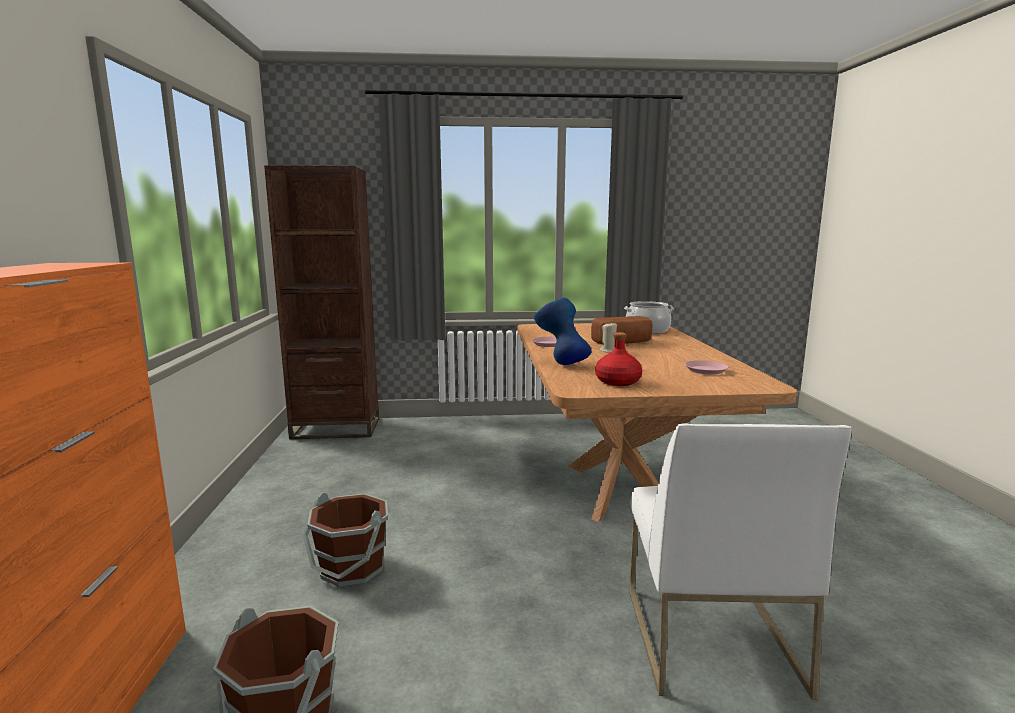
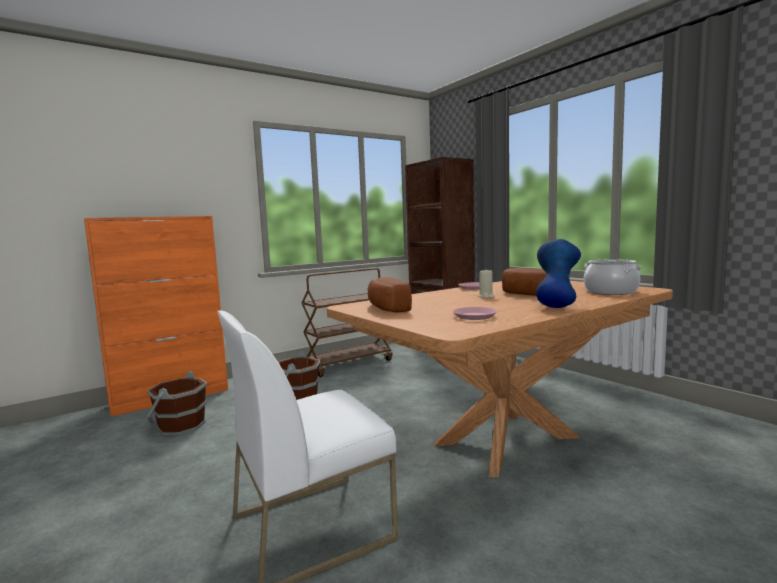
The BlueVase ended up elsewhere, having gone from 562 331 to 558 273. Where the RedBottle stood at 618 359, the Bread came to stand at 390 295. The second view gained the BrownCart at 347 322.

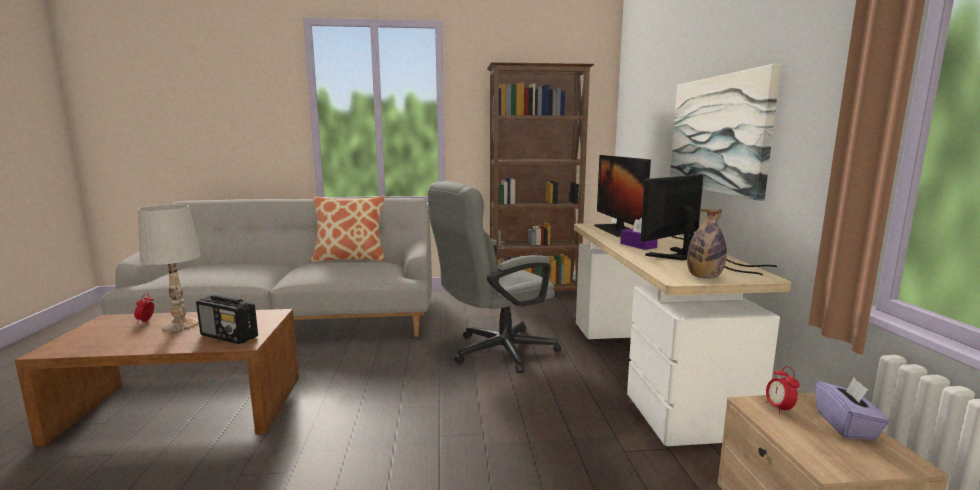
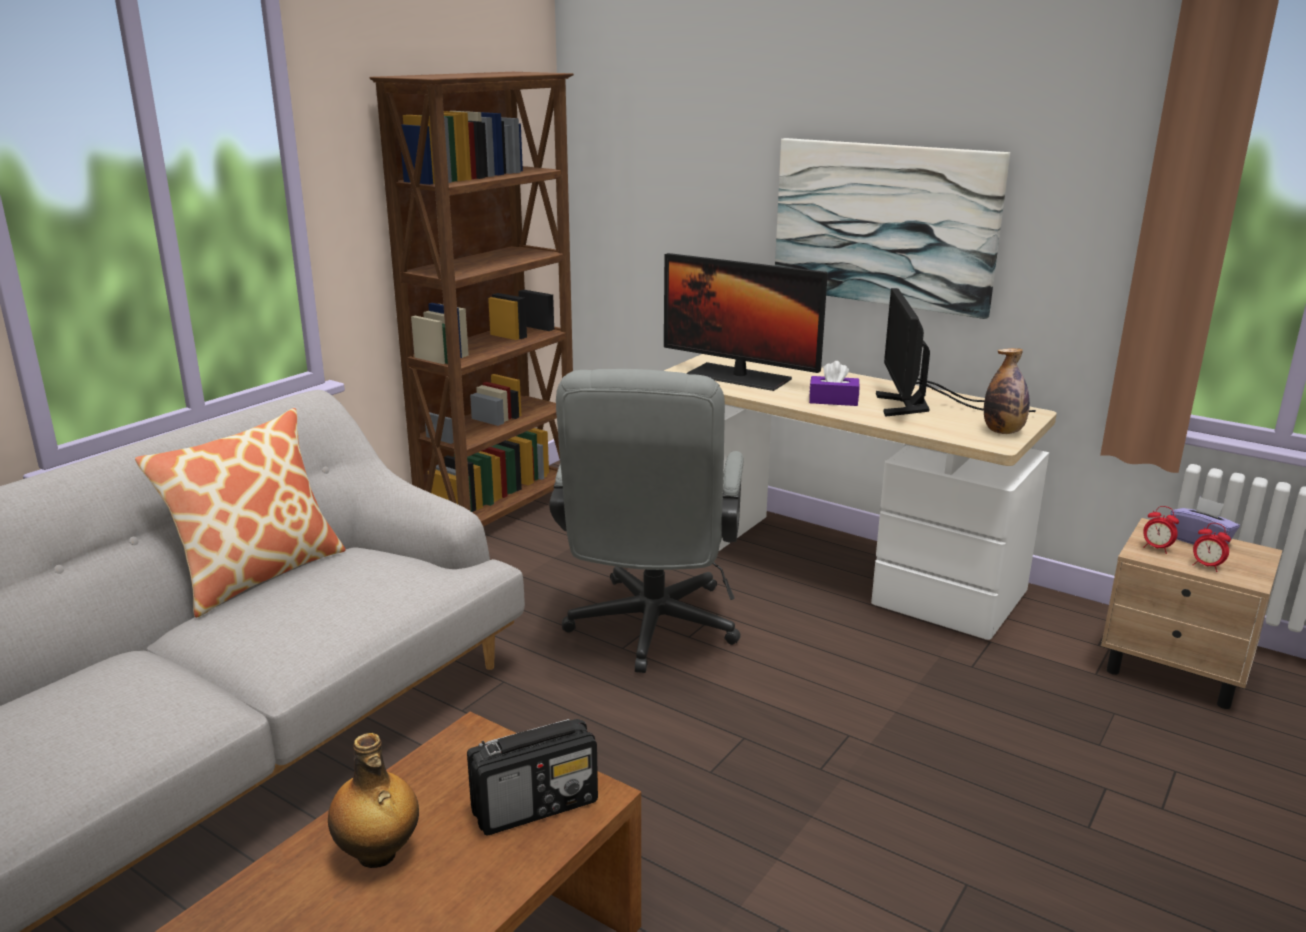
The AlarmClock ended up elsewhere, having gone from 144 309 to 1212 547. Where the WhiteTableLamp stood at 169 268, the Bottle came to stand at 373 800.

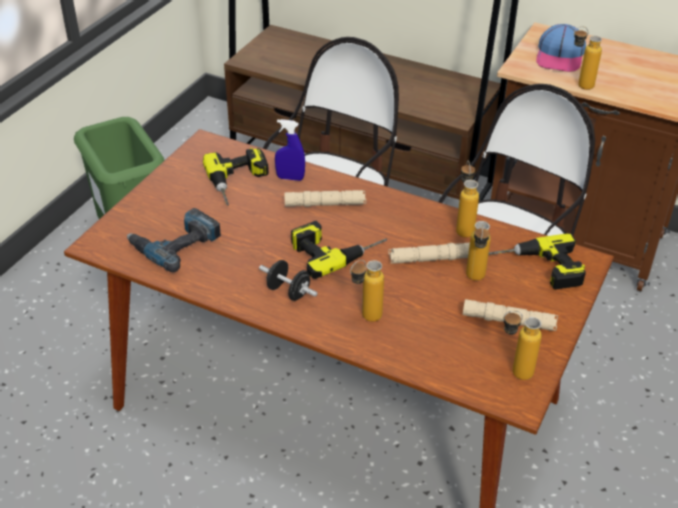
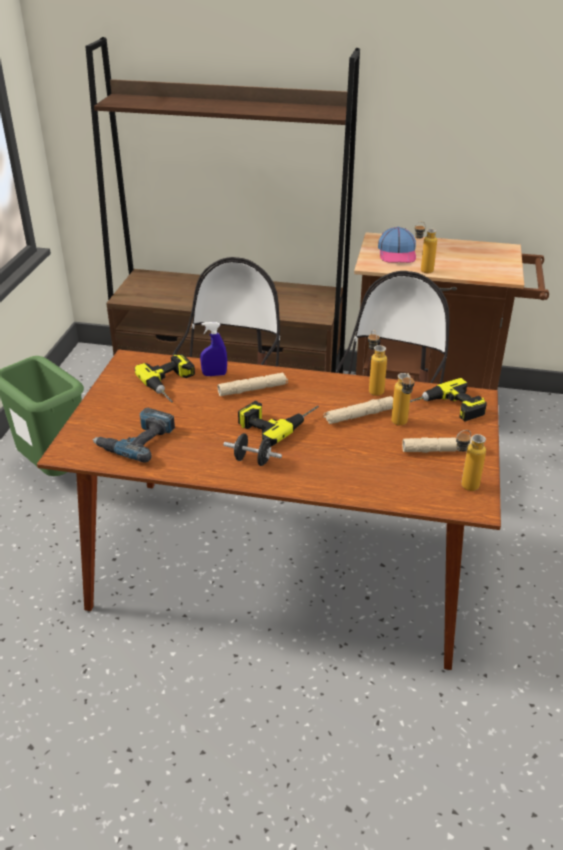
The second view lost the Bottle at 367 291.

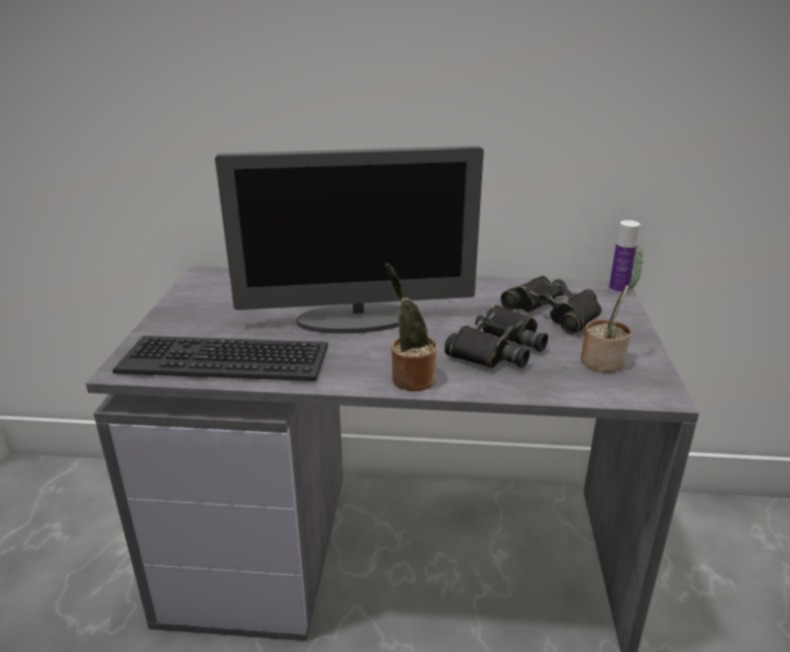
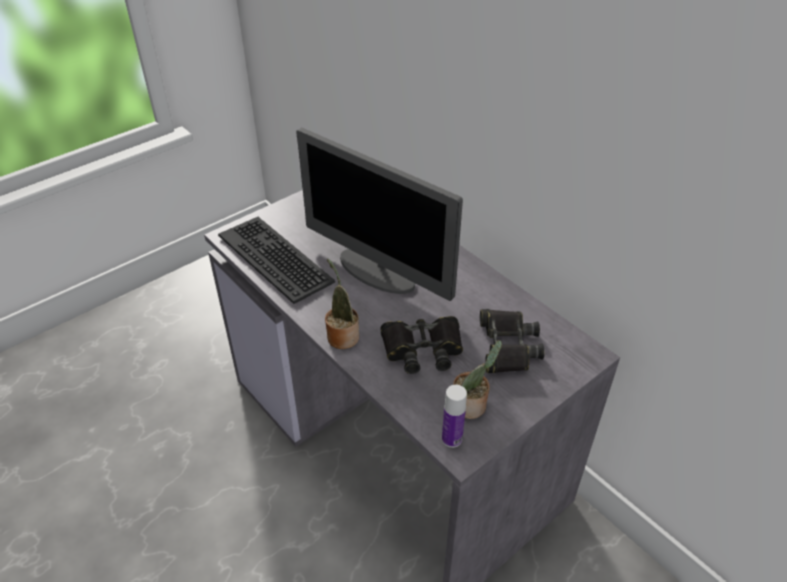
The Bottle ended up elsewhere, having gone from 624 257 to 454 416.

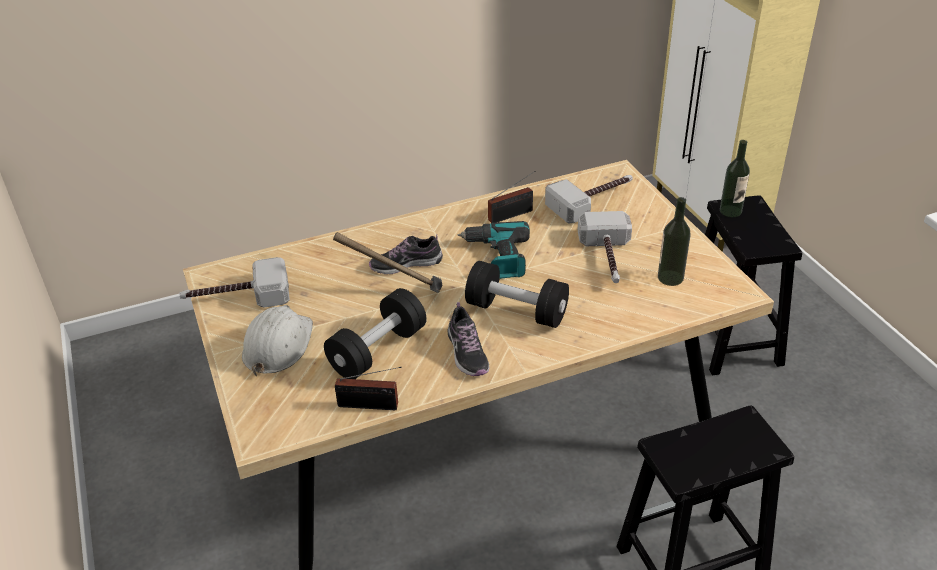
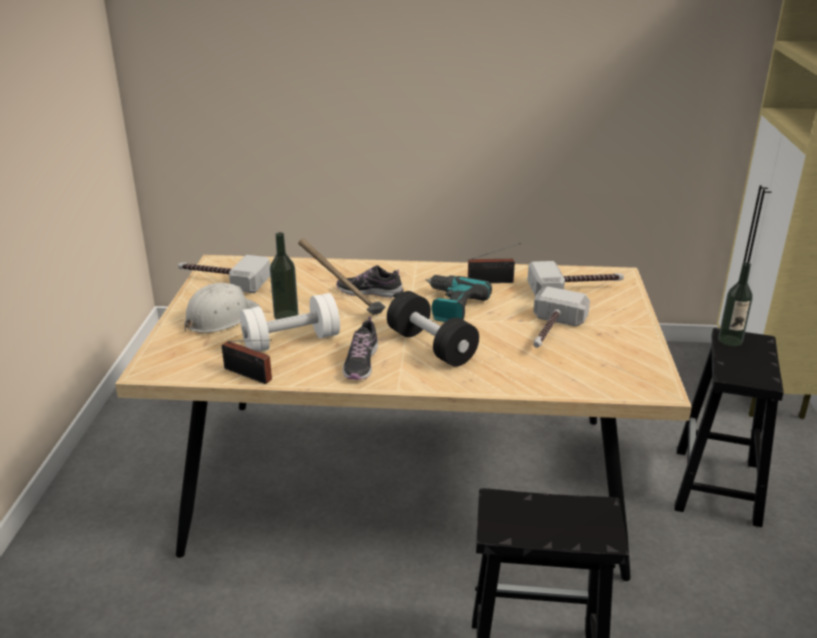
What was the BlackDumbbell at 375 333 turned into the WhiteDumbbell at 290 322. The Bottle ended up elsewhere, having gone from 674 241 to 284 276.

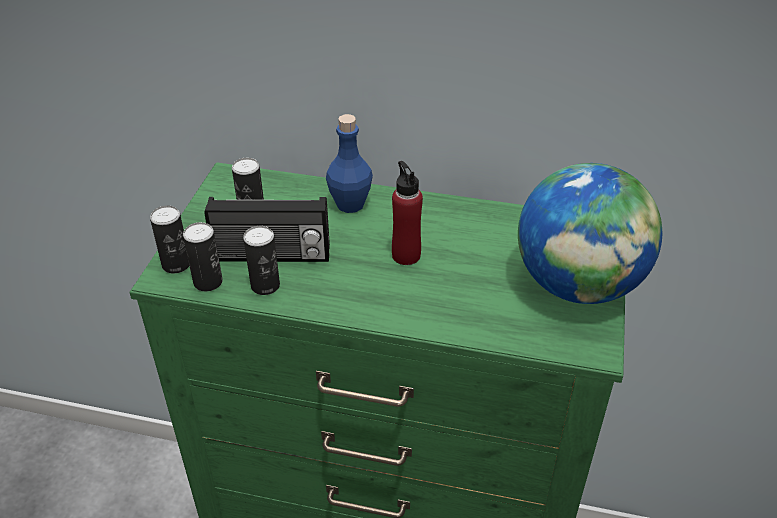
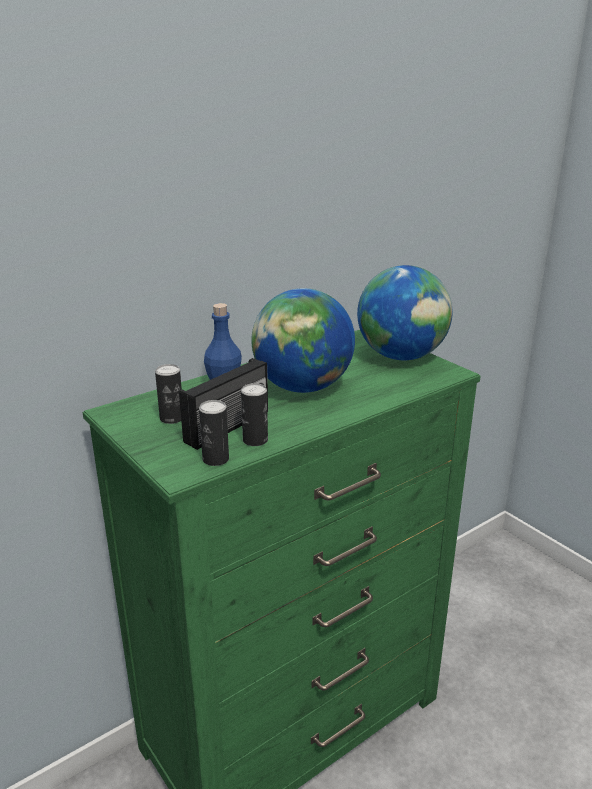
The second view lost the Can at 169 239. Where the RedBottle stood at 407 213, the Globe came to stand at 303 340.

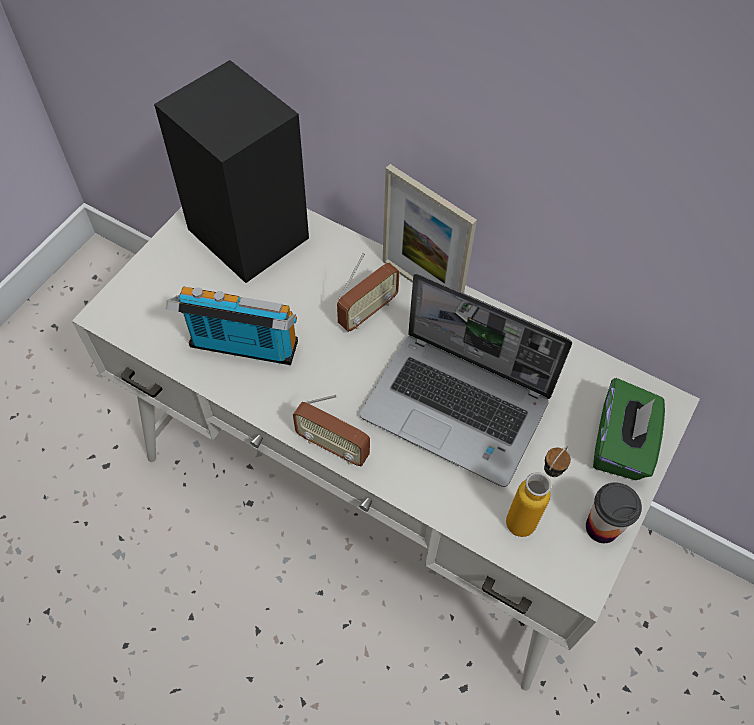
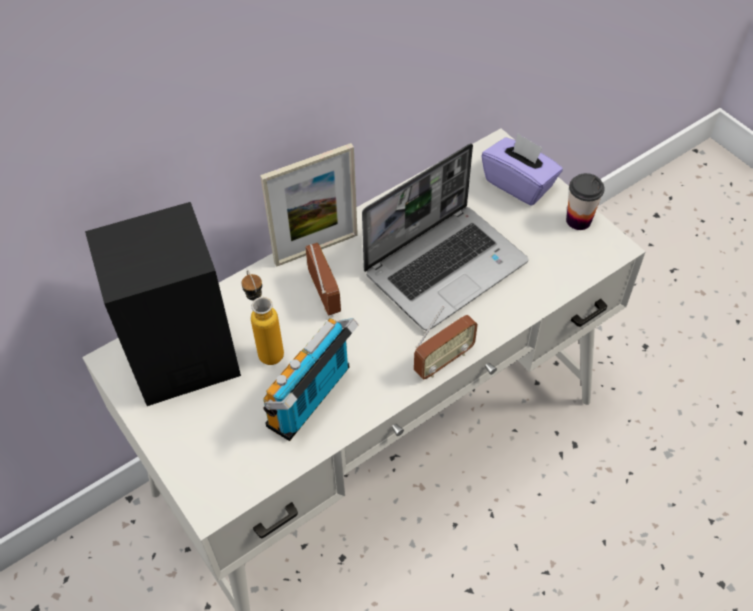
The Bottle ended up elsewhere, having gone from 538 491 to 262 317. What was the GreenTissueBox at 629 429 turned into the PurpleTissueBox at 522 169.

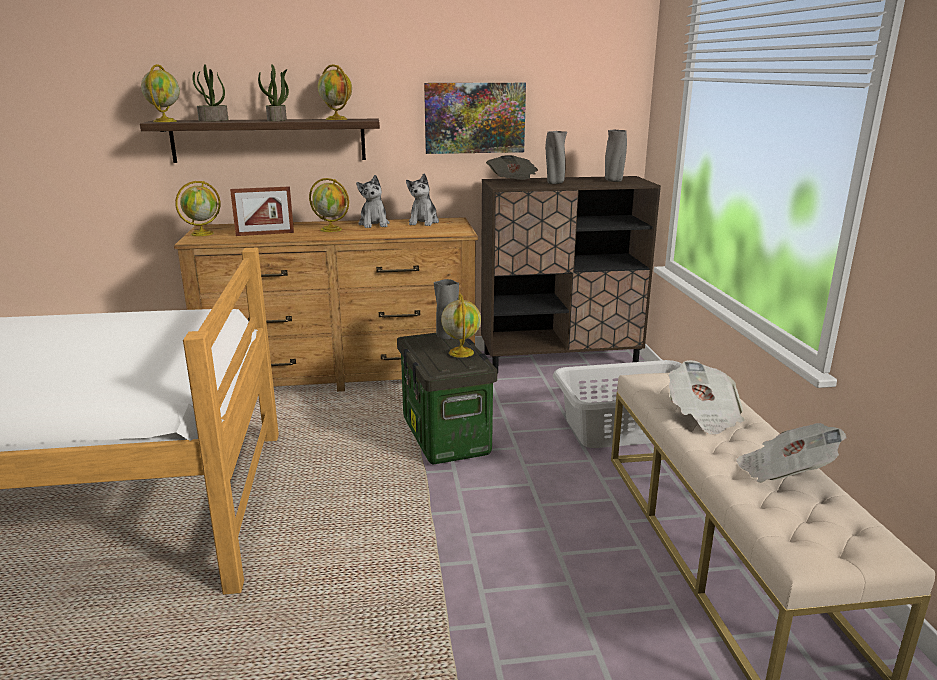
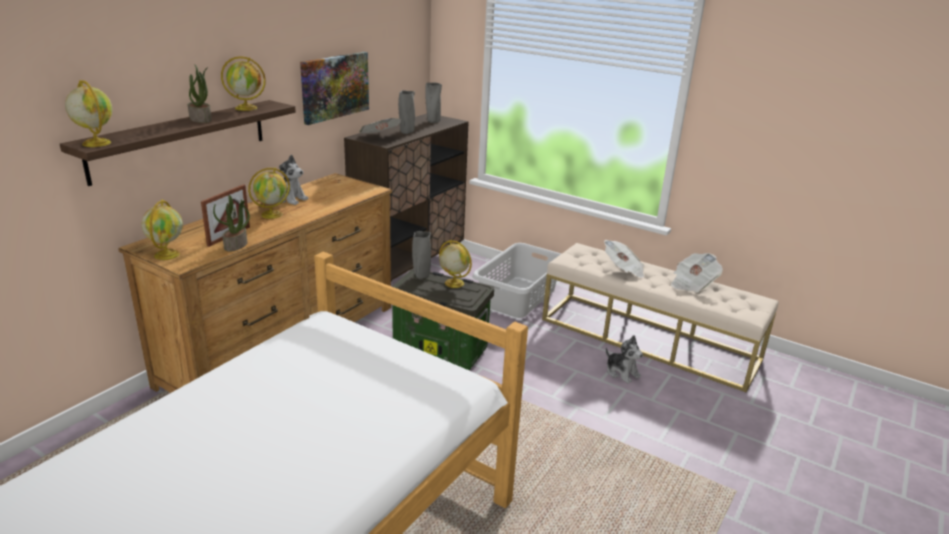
The PottedPlant ended up elsewhere, having gone from 210 92 to 231 223. The PlushToy ended up elsewhere, having gone from 422 200 to 624 359.

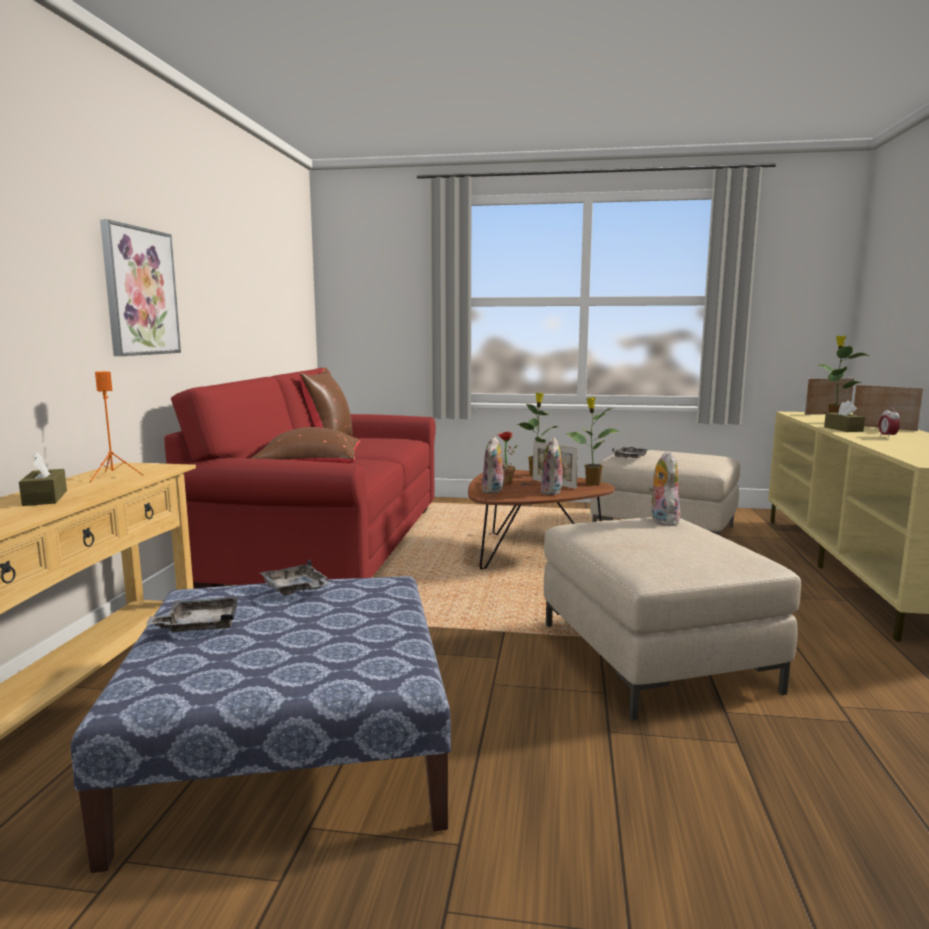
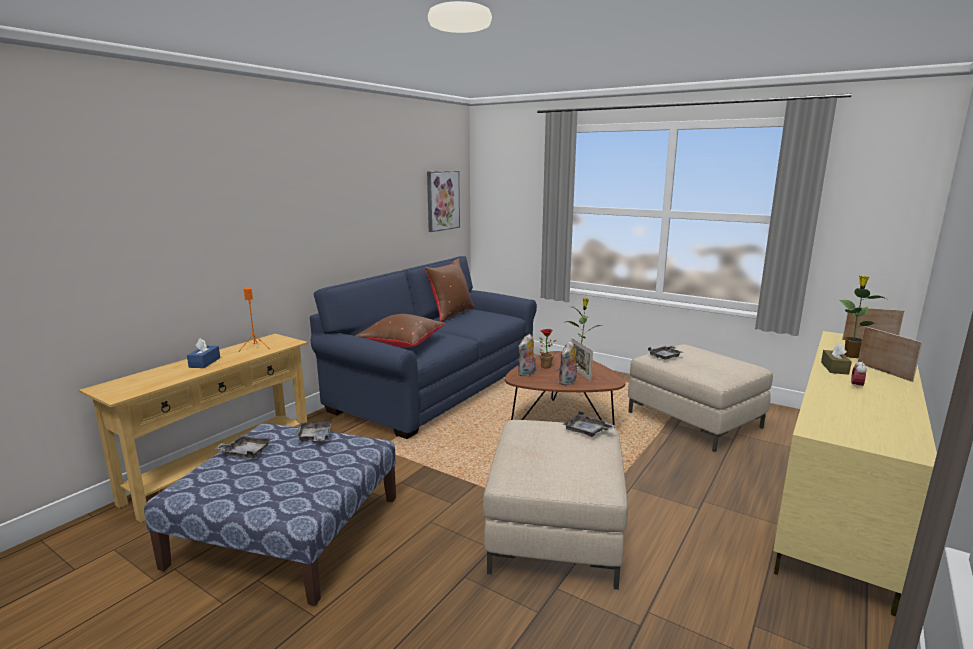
What was the BrownTissueBox at 43 479 turned into the BlueTissueBox at 203 353. The Picture ended up elsewhere, having gone from 140 287 to 443 201. What was the RedSofa at 300 478 turned into the BlueSofa at 423 347. The second view lost the PottedPlant at 593 441. Where the PlushToy stood at 664 488, the GreyTray came to stand at 589 424.

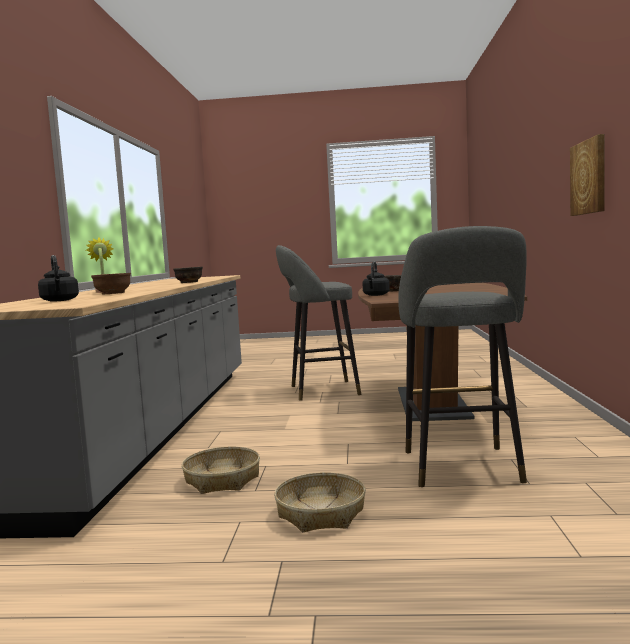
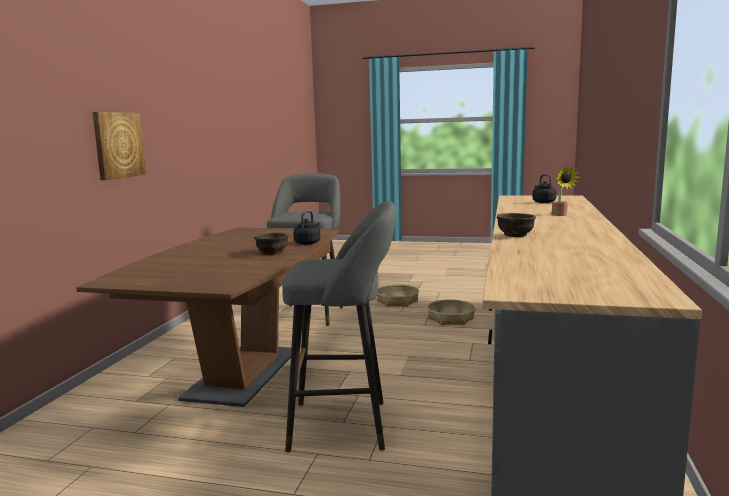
The second view lost the BrownBowl at 111 283.

